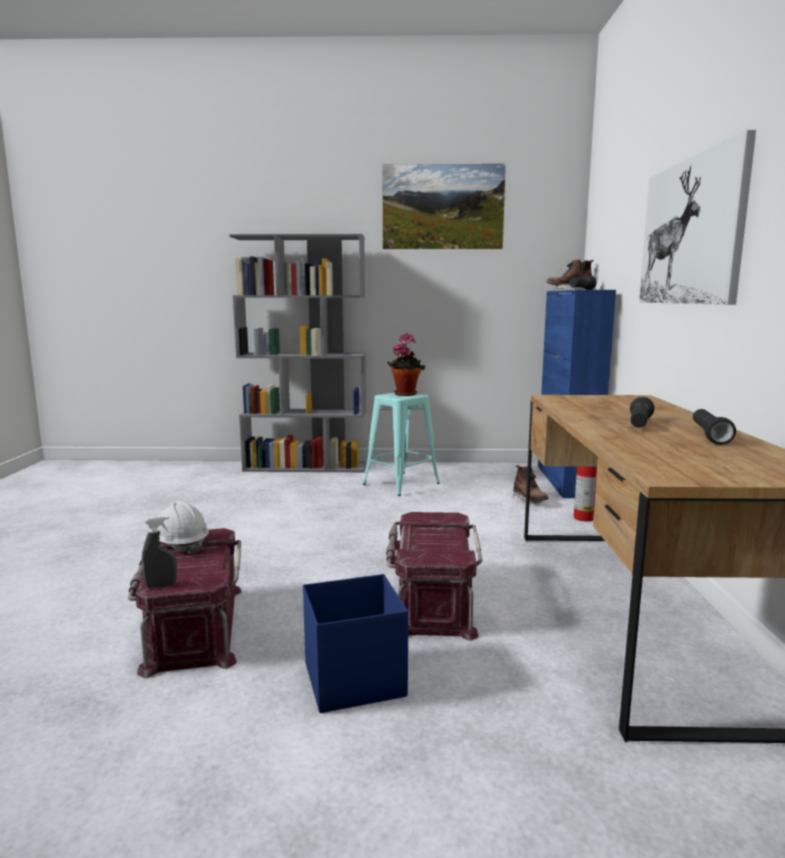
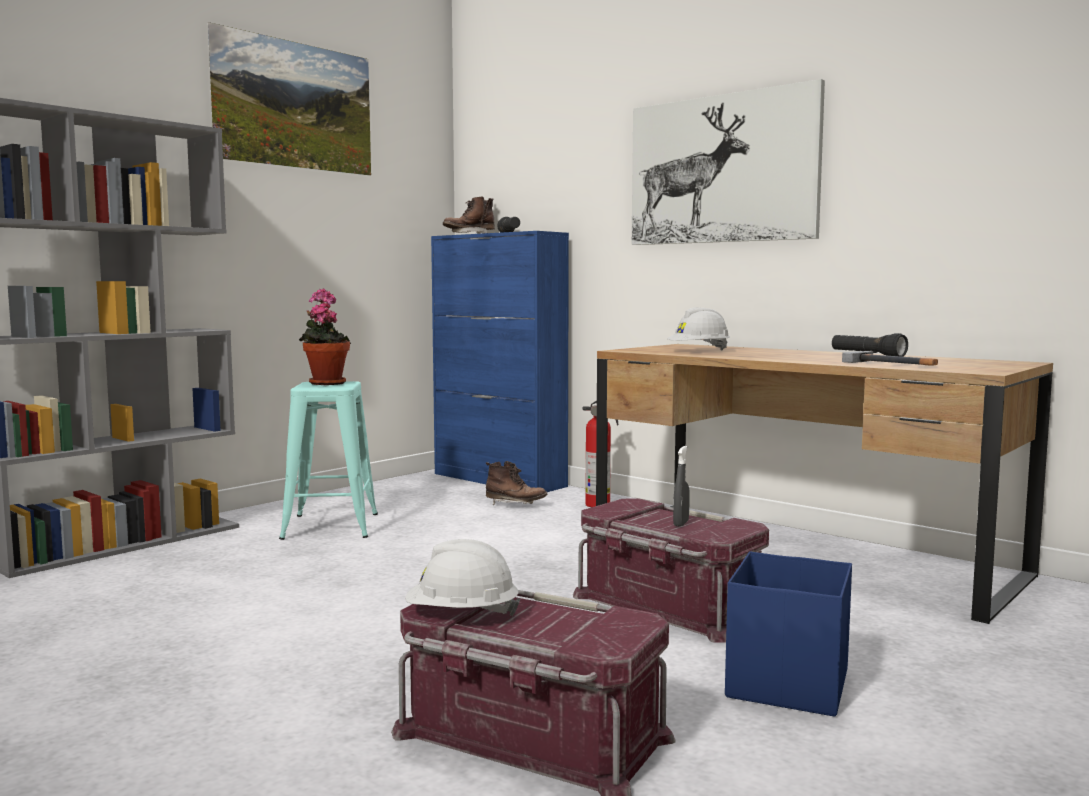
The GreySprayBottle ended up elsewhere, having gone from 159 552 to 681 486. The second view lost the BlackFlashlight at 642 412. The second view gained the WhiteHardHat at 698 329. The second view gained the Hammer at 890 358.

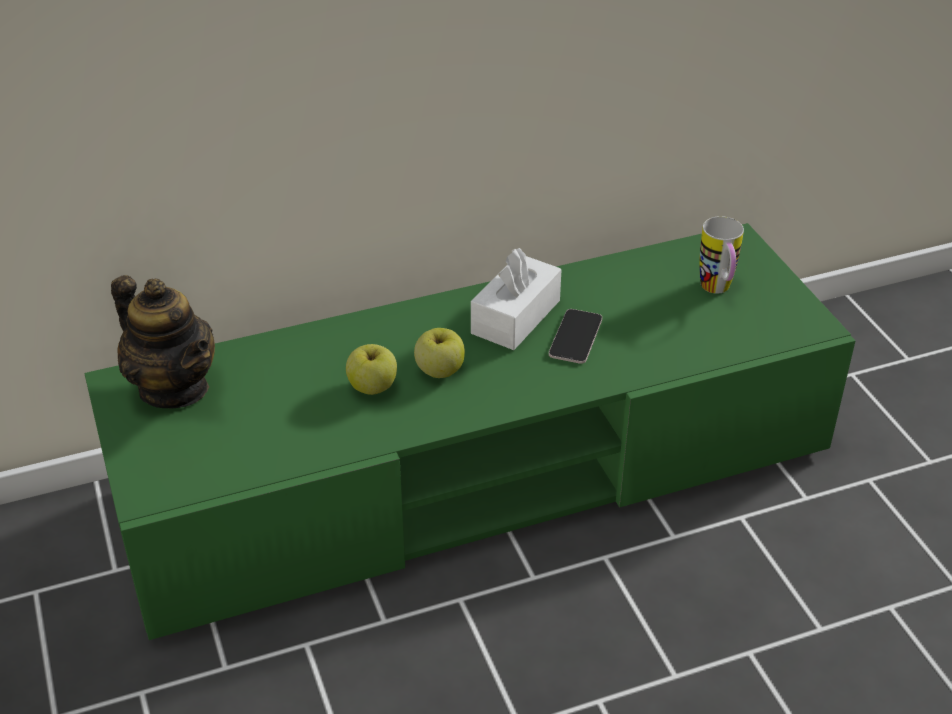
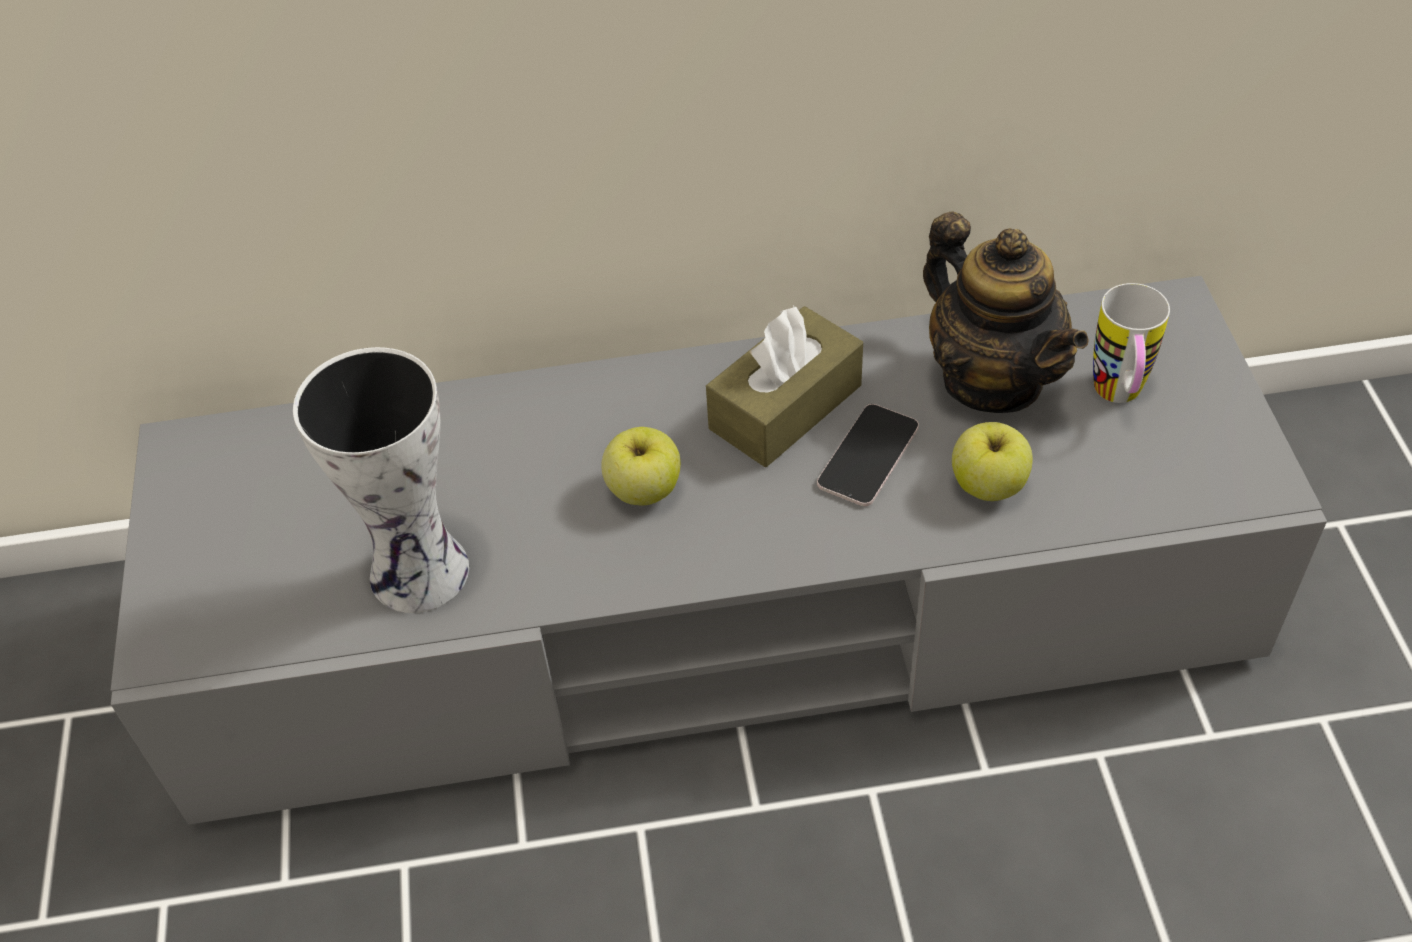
What was the GreenTvStand at 469 431 turned into the GreyTvStand at 719 550. The Teapot ended up elsewhere, having gone from 163 341 to 1006 312. The Apple ended up elsewhere, having gone from 371 369 to 992 461. What was the WhiteTissueBox at 516 299 turned into the BrownTissueBox at 784 386. The second view gained the Vase at 381 480.

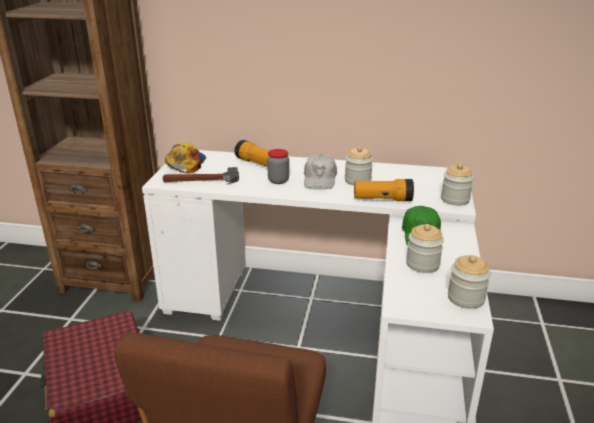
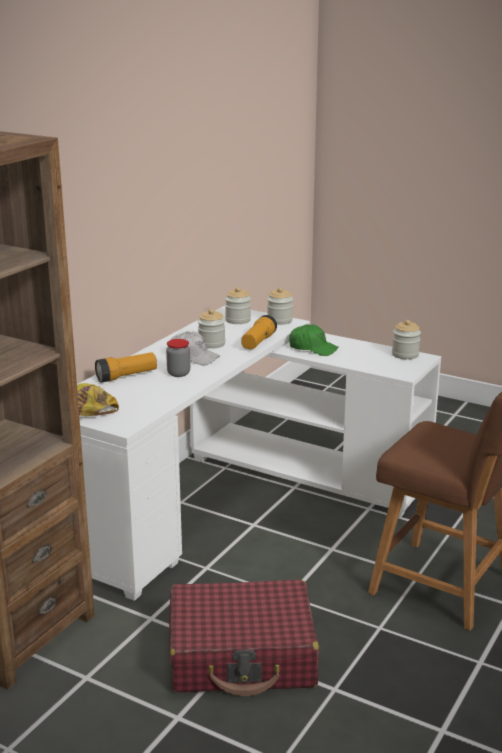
The second view lost the Hammer at 201 175. The Jar ended up elsewhere, having gone from 425 248 to 238 305.

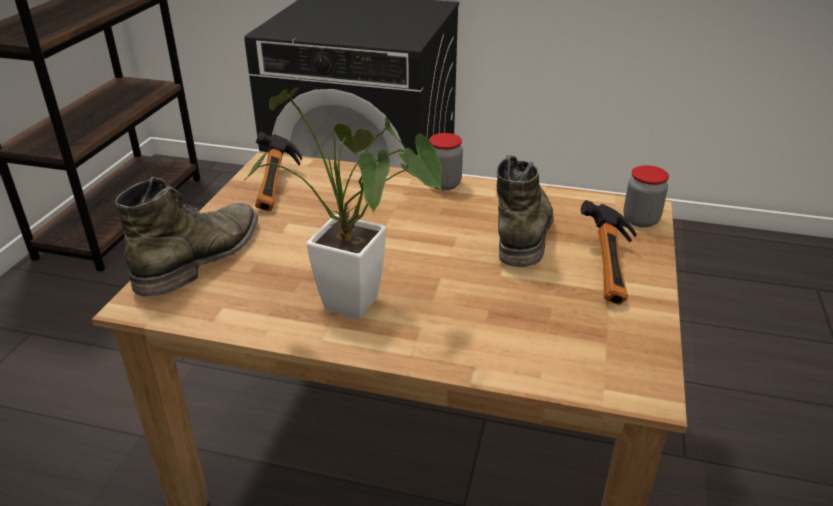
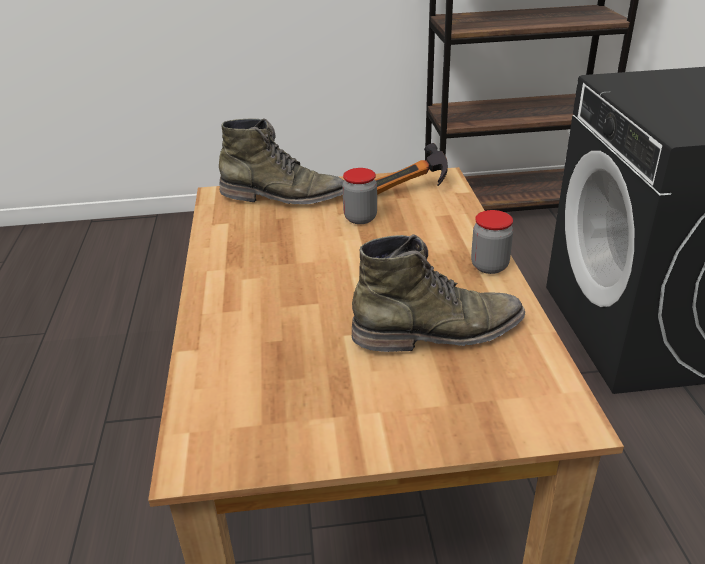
The second view lost the PottedPlant at 343 203. The second view lost the Hammer at 609 252. The Jar ended up elsewhere, having gone from 646 196 to 359 196.

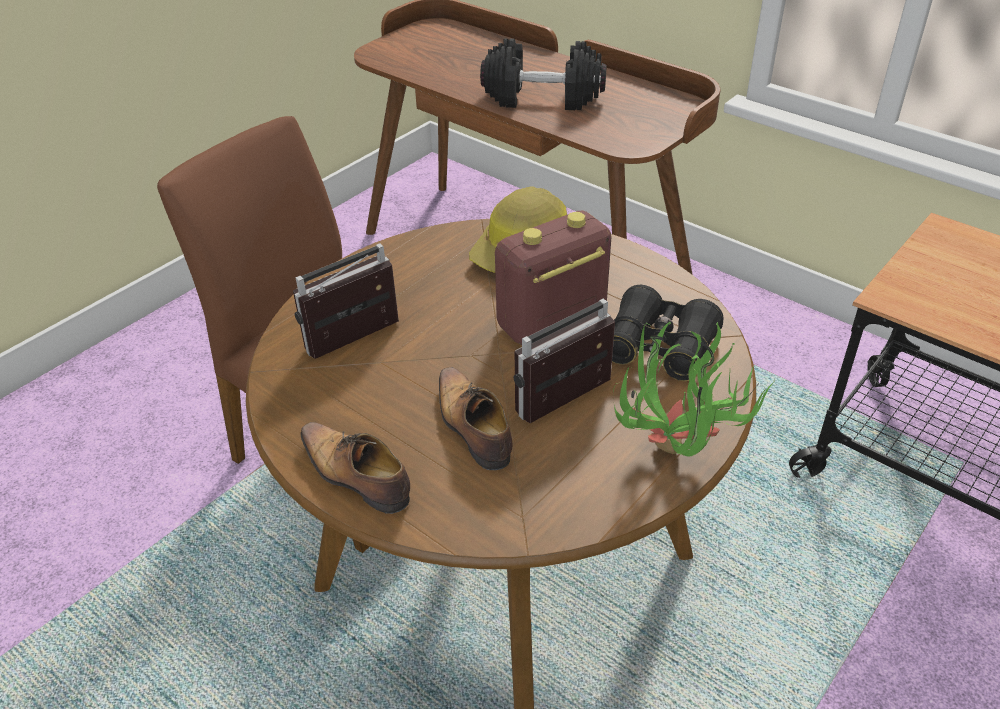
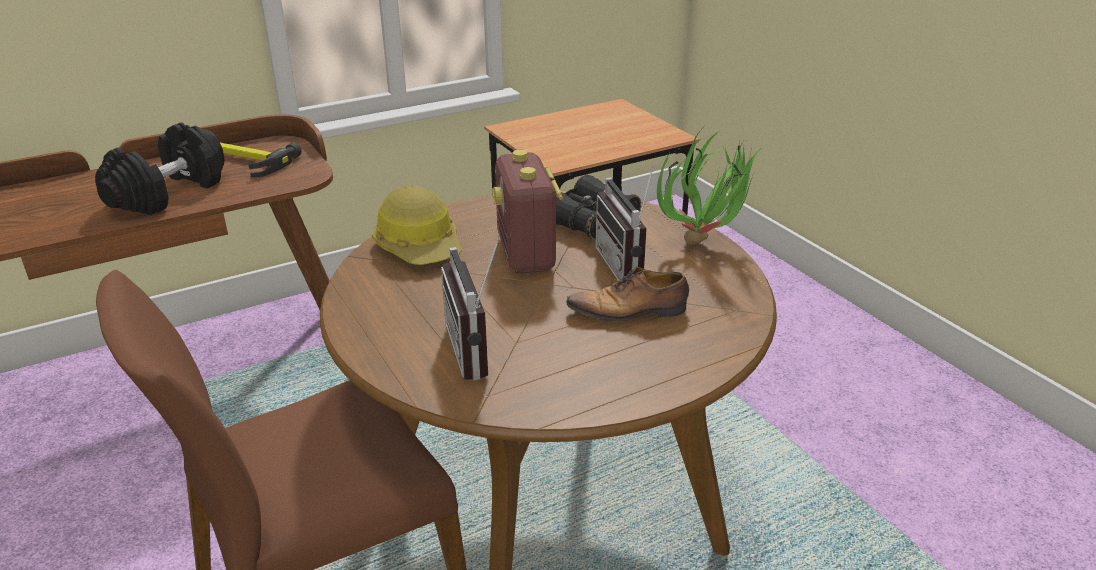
The second view lost the Shoe at 355 468. The second view gained the Hammer at 261 159.

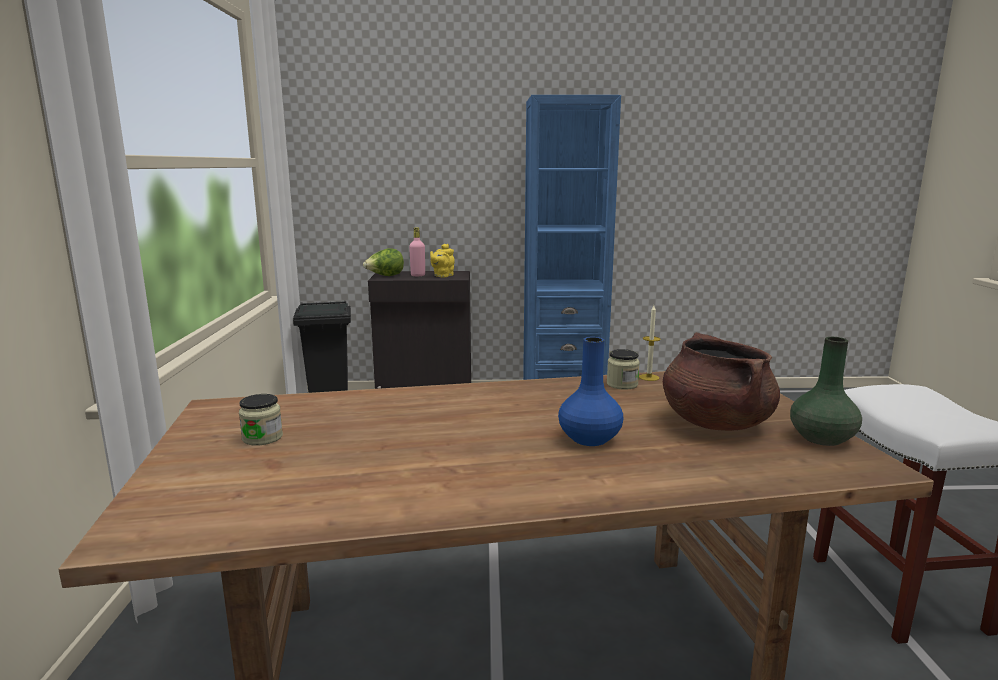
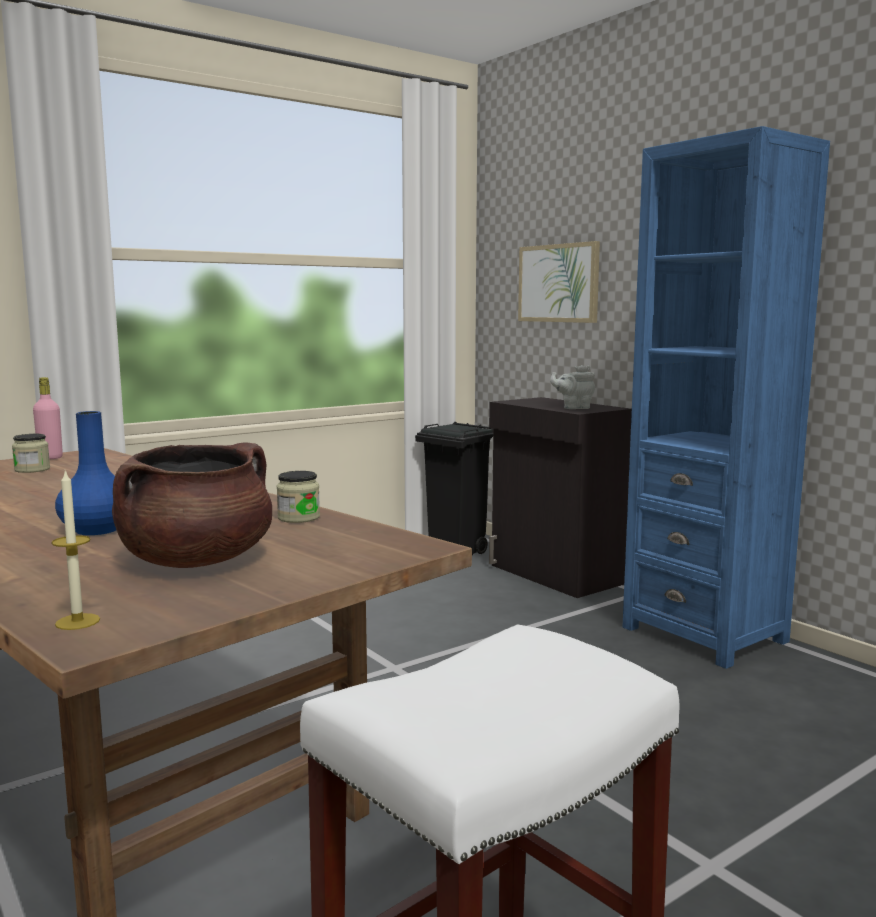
The second view lost the Lettuce at 383 262. The PinkBottle ended up elsewhere, having gone from 417 251 to 48 418. What was the YellowTeapot at 442 260 turned into the GreyTeapot at 572 387. The Candle ended up elsewhere, having gone from 649 343 to 75 550. The second view lost the GreenVase at 826 391. The second view gained the Picture at 559 282.

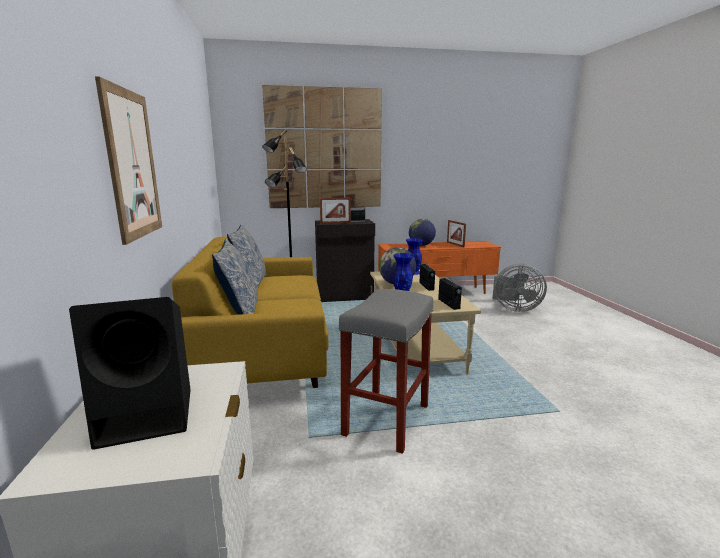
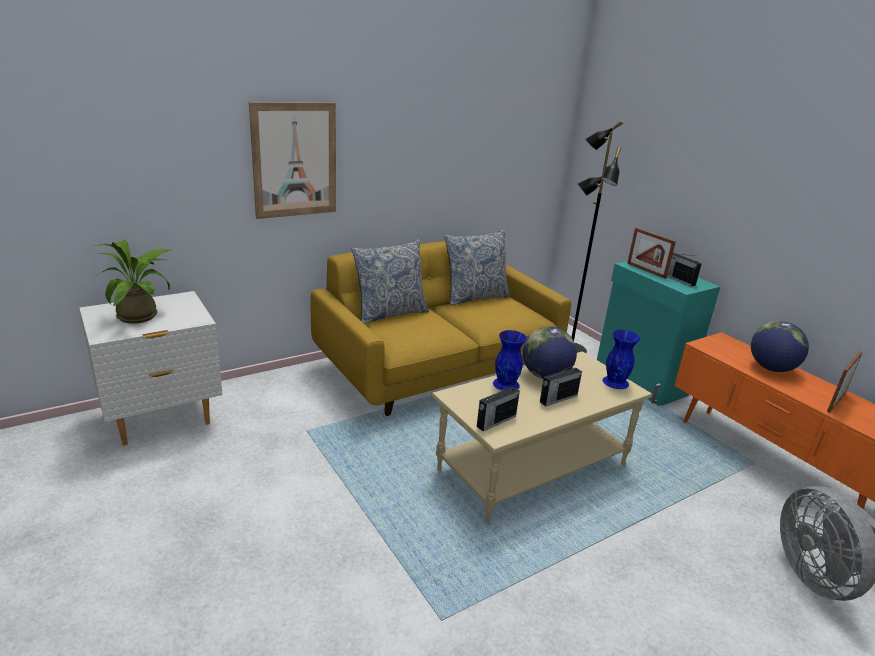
Where the BlackSpeaker stood at 130 373, the PottedPlant came to stand at 133 282. The second view lost the Picture at 322 146. What was the BlackCabinet at 345 260 turned into the TurquoiseCabinet at 658 333. The second view lost the GreyStool at 386 371.

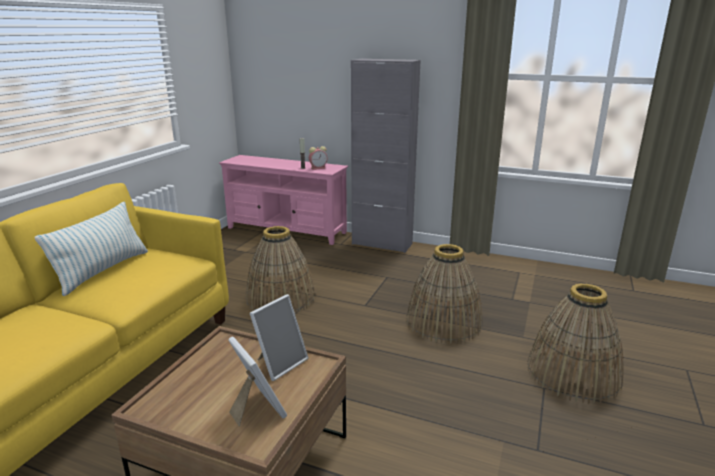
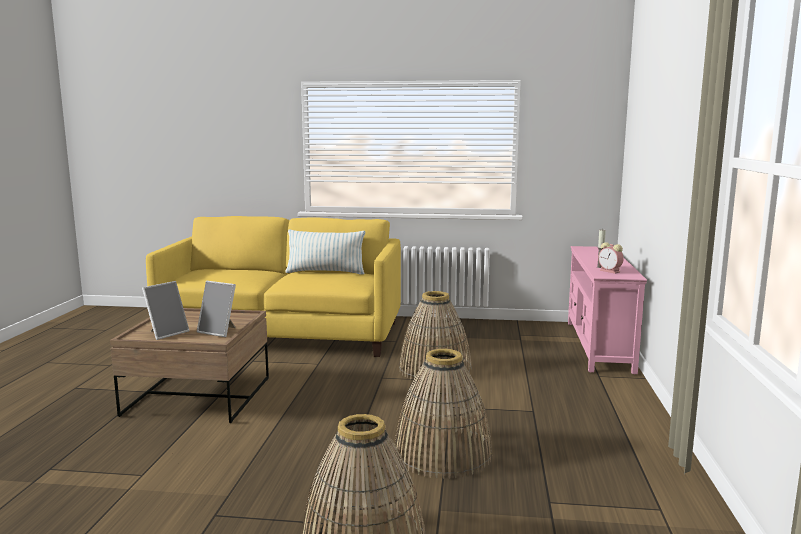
The second view lost the GreyCabinet at 386 156.

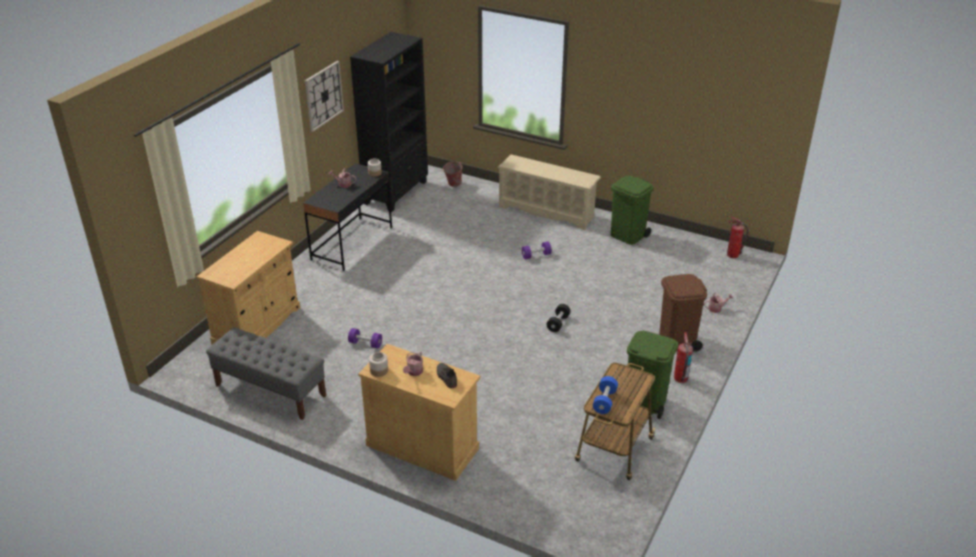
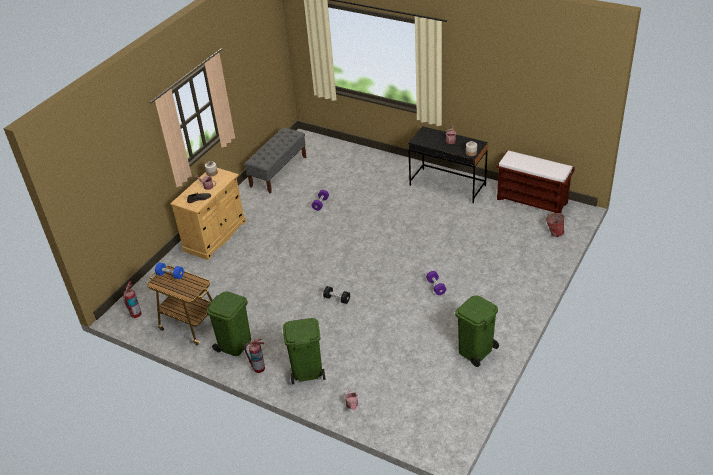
The second view lost the BeigeCabinet at 248 288. The second view lost the WallClock at 324 96. Where the BlackBookcase stood at 389 122, the BrownBench came to stand at 535 181. The second view lost the BeigeShoeRack at 549 192. What was the BrownTrashCan at 683 313 turned into the GreenTrashCan at 304 351. The FireExtinguisher ended up elsewhere, having gone from 738 237 to 132 299.

